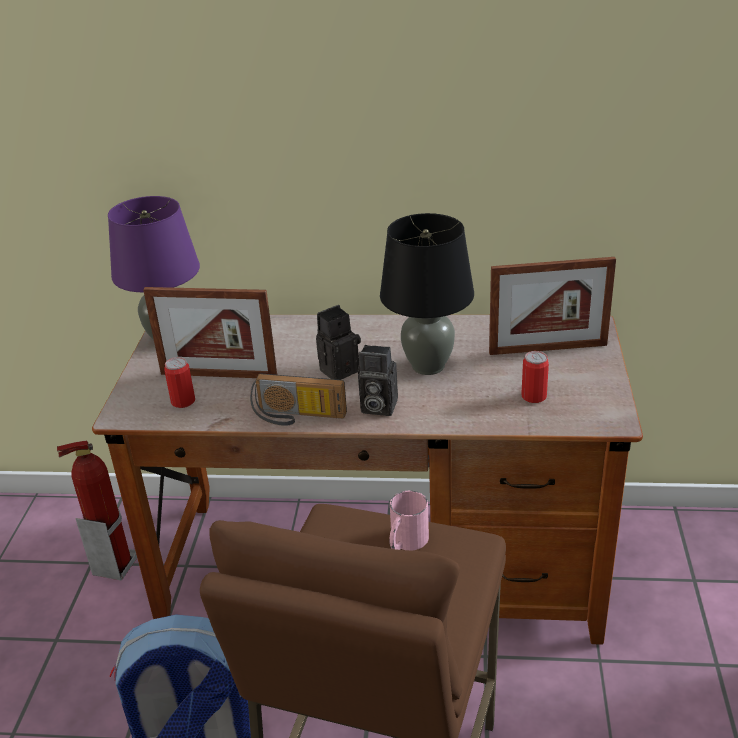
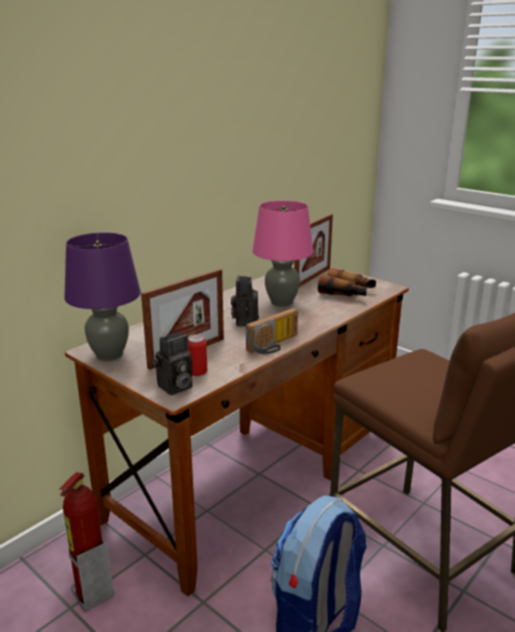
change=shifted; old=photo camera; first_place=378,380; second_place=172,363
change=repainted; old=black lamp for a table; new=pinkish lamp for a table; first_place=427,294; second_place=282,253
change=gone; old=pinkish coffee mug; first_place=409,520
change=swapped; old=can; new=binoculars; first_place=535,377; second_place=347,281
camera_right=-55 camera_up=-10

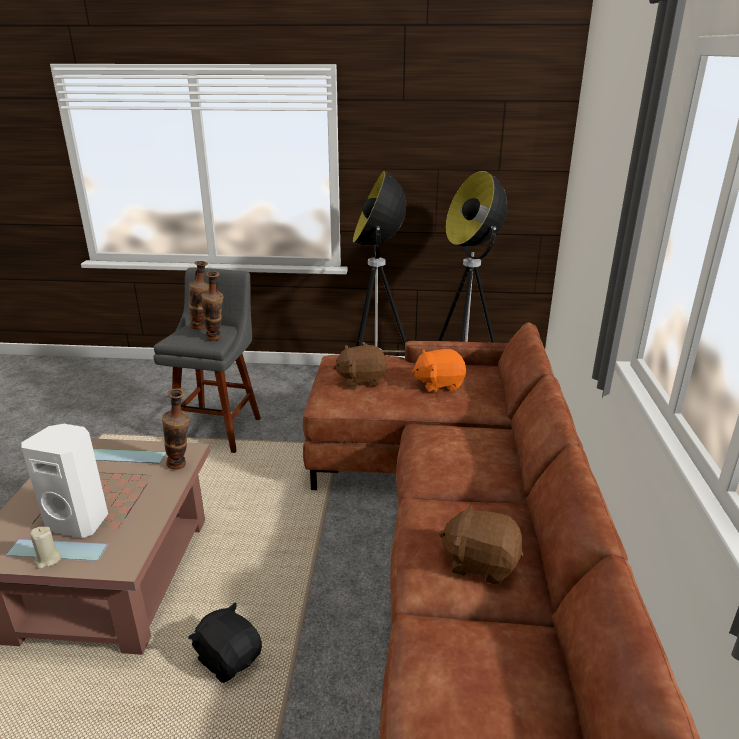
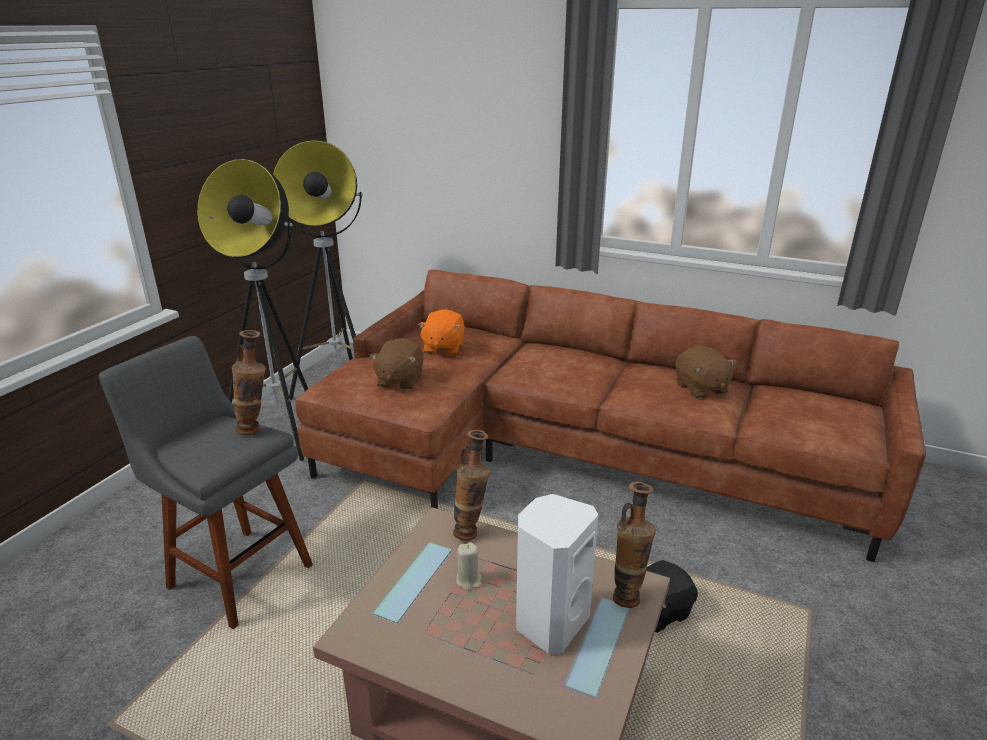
change=shifted; old=sand-coloured wax light; first_place=45,548; second_place=469,566
change=shifted; old=flower vase; first_place=199,295; second_place=634,545
change=rotated; old=brownish soft toy; first_place=481,543; second_place=706,372; degrees=-60
camera_right=-70 camera_up=0

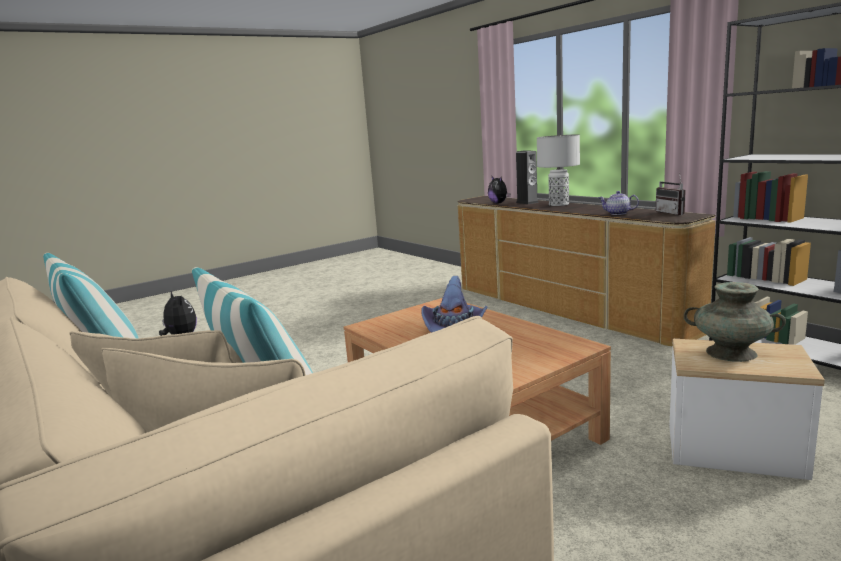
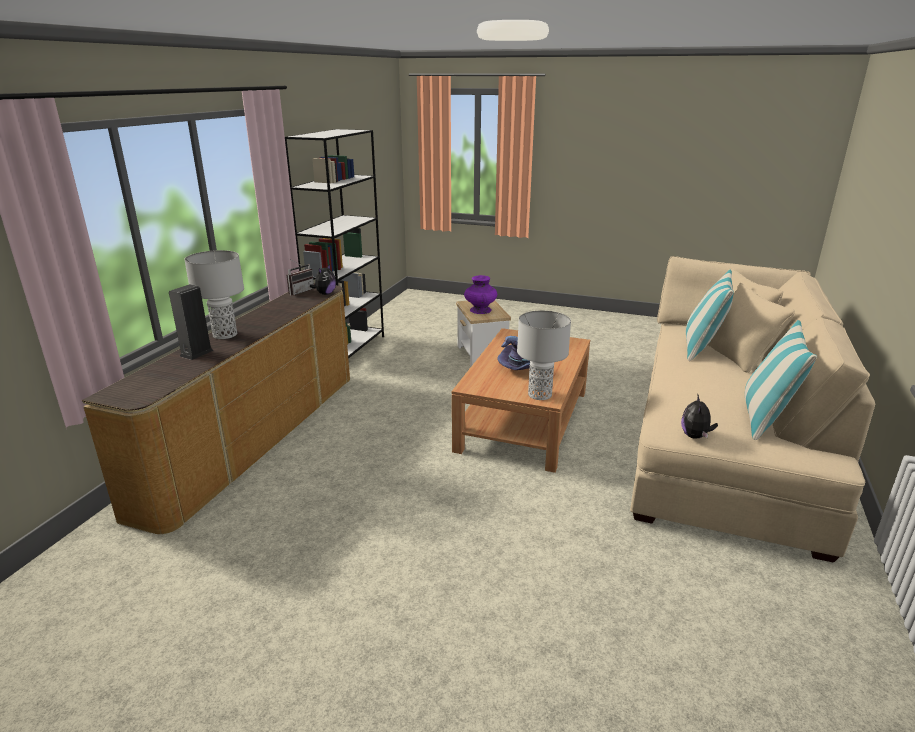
change=shifted; old=soft toy; first_place=499,190; second_place=323,279
change=gone; old=teapot; first_place=618,203
change=repainted; old=turquoise-coloured flower vase; new=purple-coloured flower vase; first_place=735,322; second_place=480,294
change=new; new=whitish lamp for a table; second_place=544,355
camera_right=-125 camera_up=10

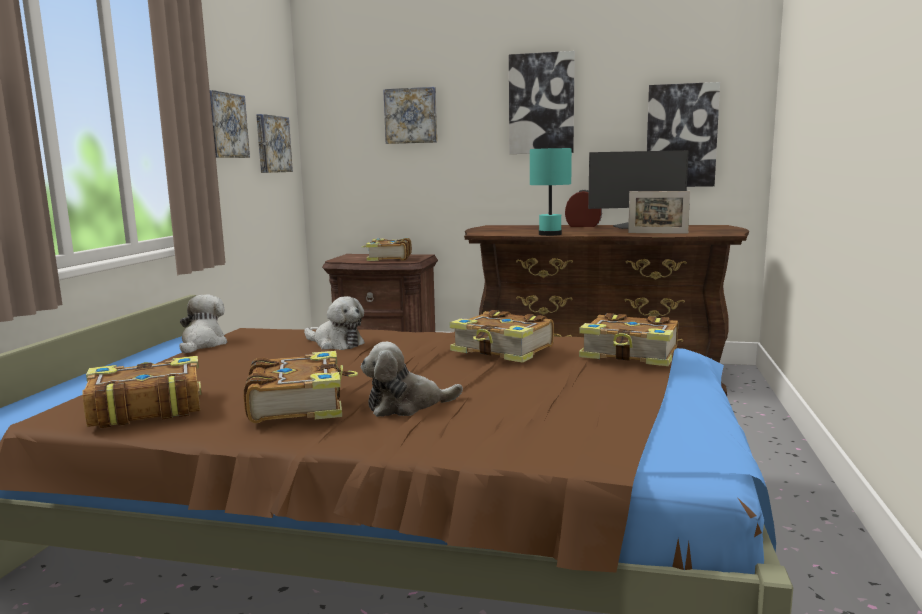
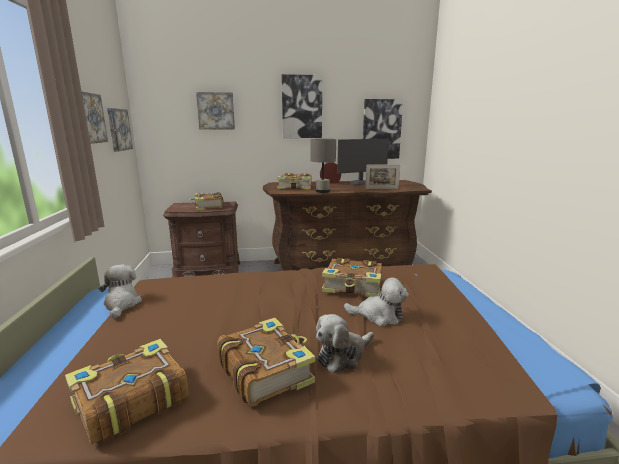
change=shifted; old=soft toy; first_place=334,323; second_place=376,301
change=repainted; old=turquoise-coloured lamp for a table; new=greyish lamp for a table; first_place=551,192; second_place=323,165
change=shifted; old=book; first_place=628,339; second_place=294,181
camera_right=-20 camera_up=5

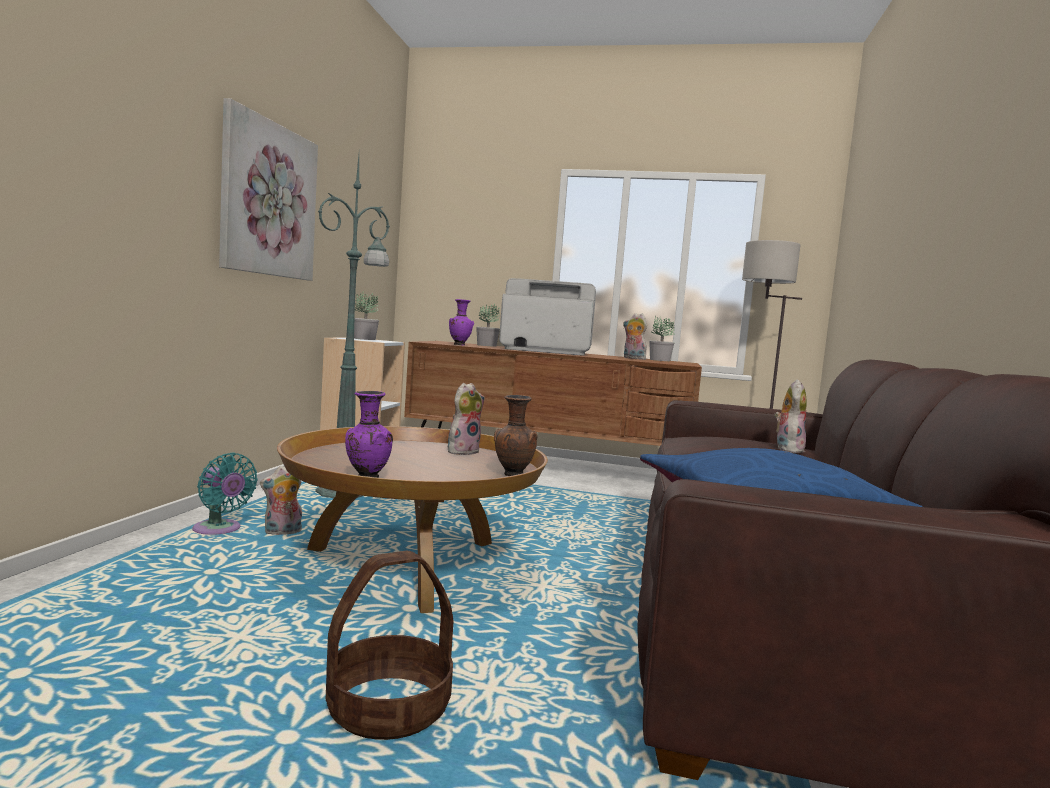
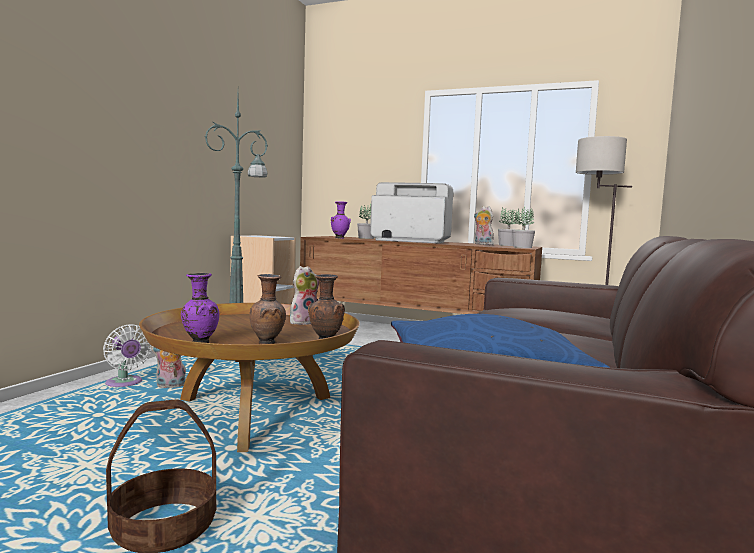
change=repainted; old=turquoise-coloured fan; new=whitish fan; first_place=225,494; second_place=127,355
change=gone; old=wall art; first_place=268,189
change=shifted; old=houseplant; first_place=366,315; second_place=523,227
change=gone; old=soft toy; first_place=790,416
change=new; new=brownish flower vase; second_place=267,309
camera_right=10 camera_up=0

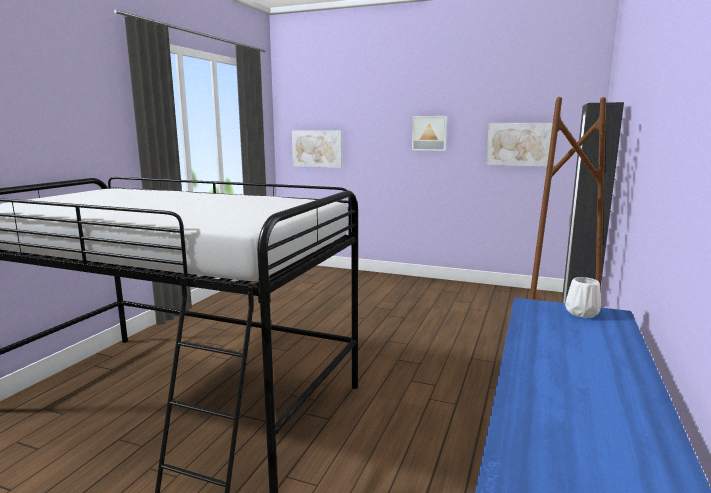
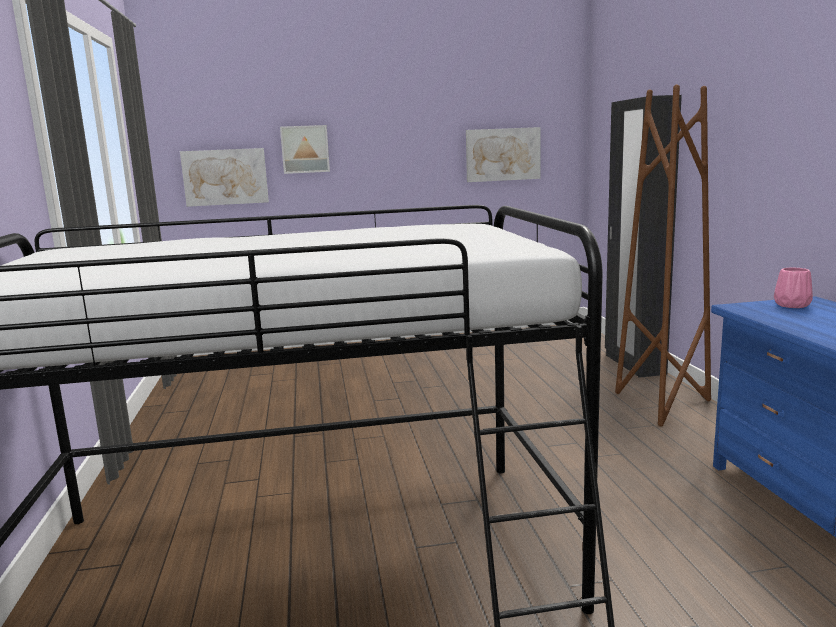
change=shifted; old=wall art; first_place=429,133; second_place=305,149
change=repainted; old=whitish flower vase; new=pinkish flower vase; first_place=583,297; second_place=793,288
camera_right=-30 camera_up=0

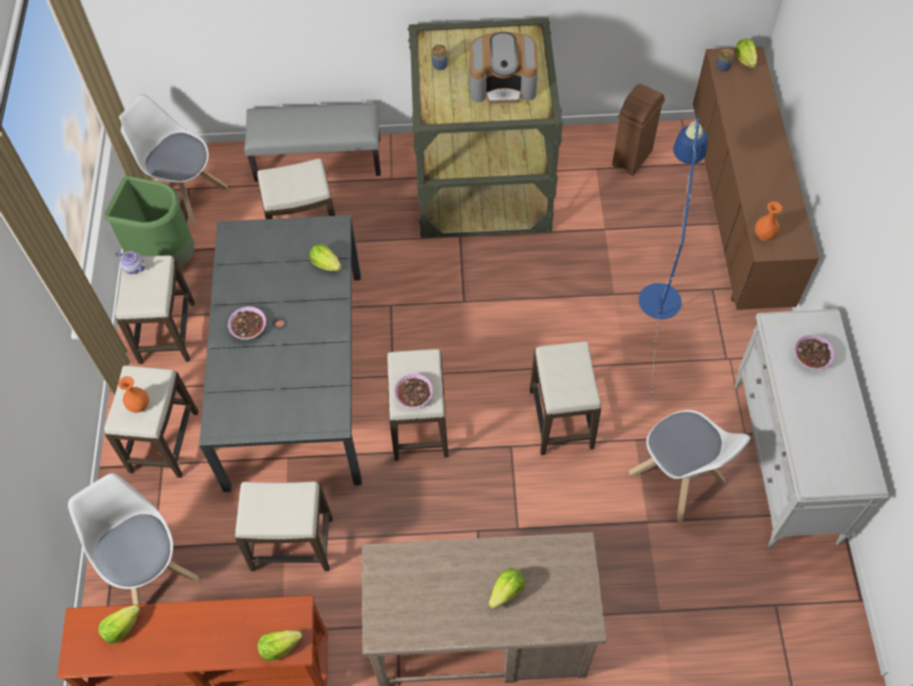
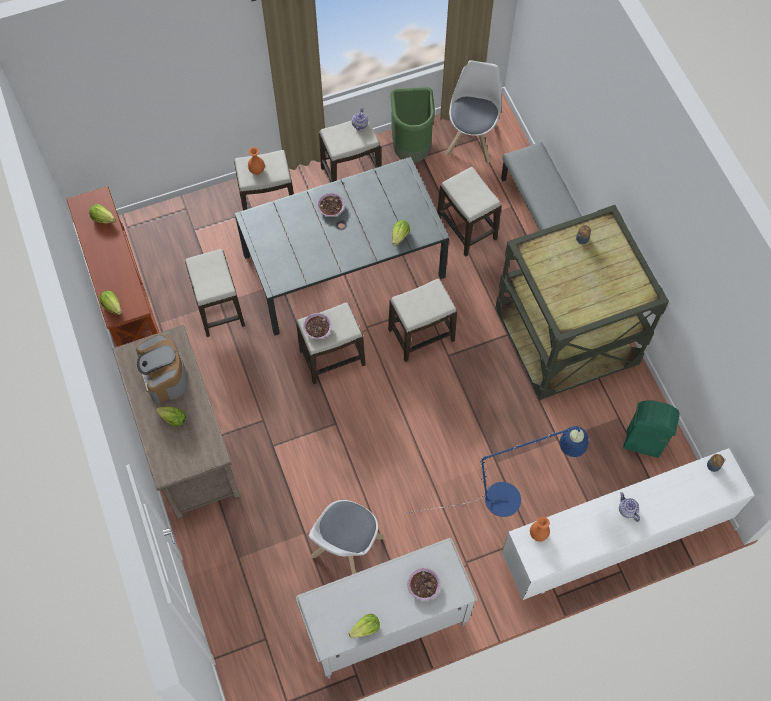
change=gone; old=upright chair; first_place=133,539
change=shifted; old=coffee maker; first_place=503,68; second_place=161,368
change=shifted; old=stool seat; first_place=565,398; second_place=422,320
change=repainted; old=brownish trash can; new=greenish trash can; first_place=638,130; second_place=651,429
change=repainted; old=brownish cabinet; new=whitish cabinet; first_place=756,178; second_place=628,524
change=shifted; old=head of lettuce; first_place=746,53; second_place=364,626
change=new; new=teapot; second_place=629,507
camera_right=70 camera_up=5

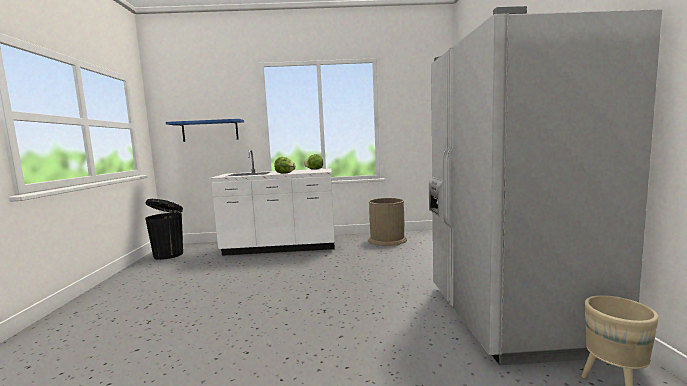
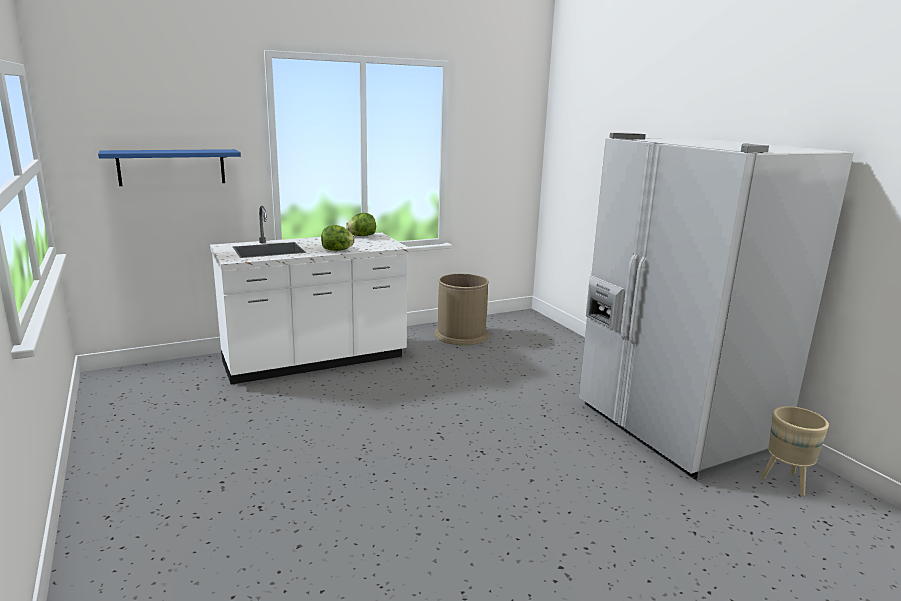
change=gone; old=black trash can; first_place=164,229
camera_right=-25 camera_up=10

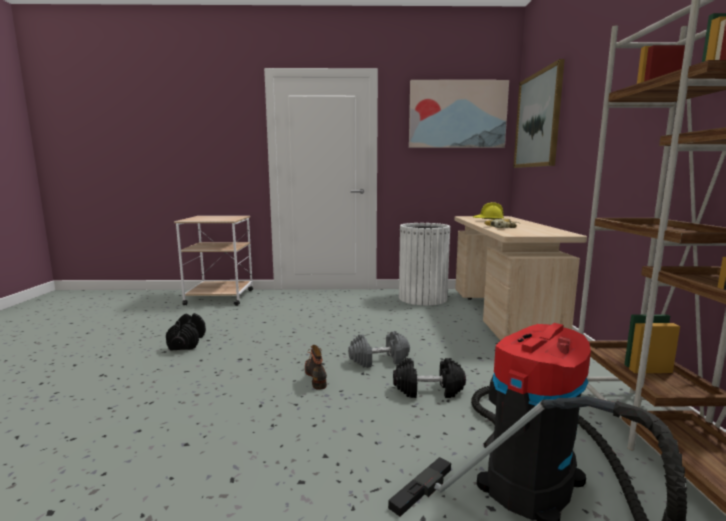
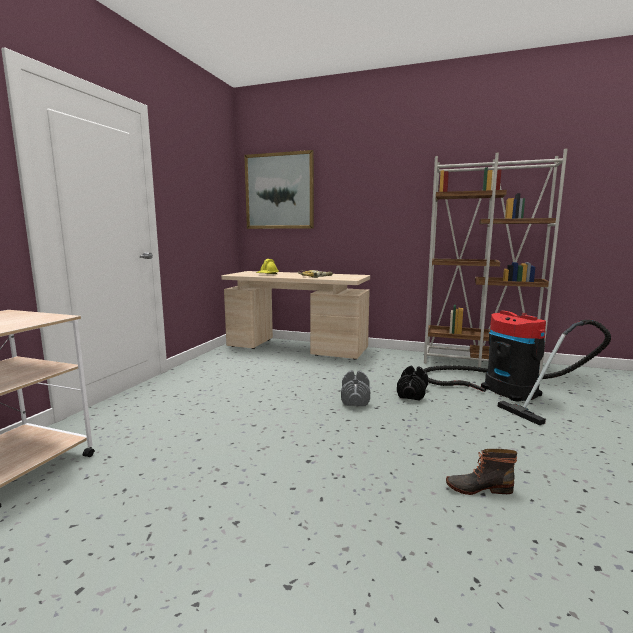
change=gone; old=black dumbbell; first_place=186,331
change=shifted; old=tall boot; first_place=316,367; second_place=482,472
change=gone; old=whitish trash can; first_place=425,264
change=gone; old=wall art; first_place=459,114
camera_right=-70 camera_up=0

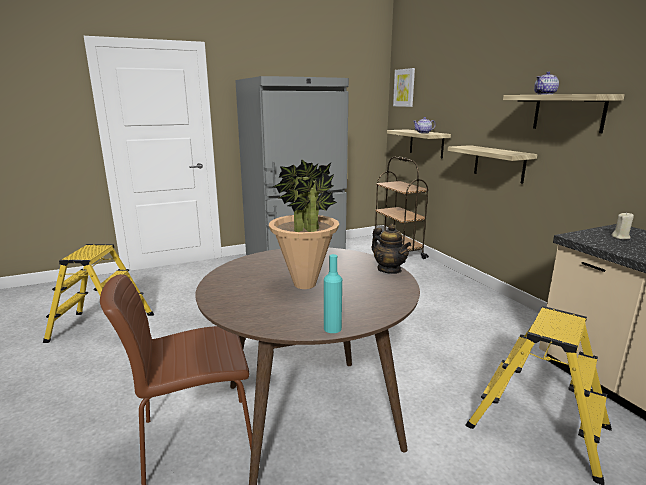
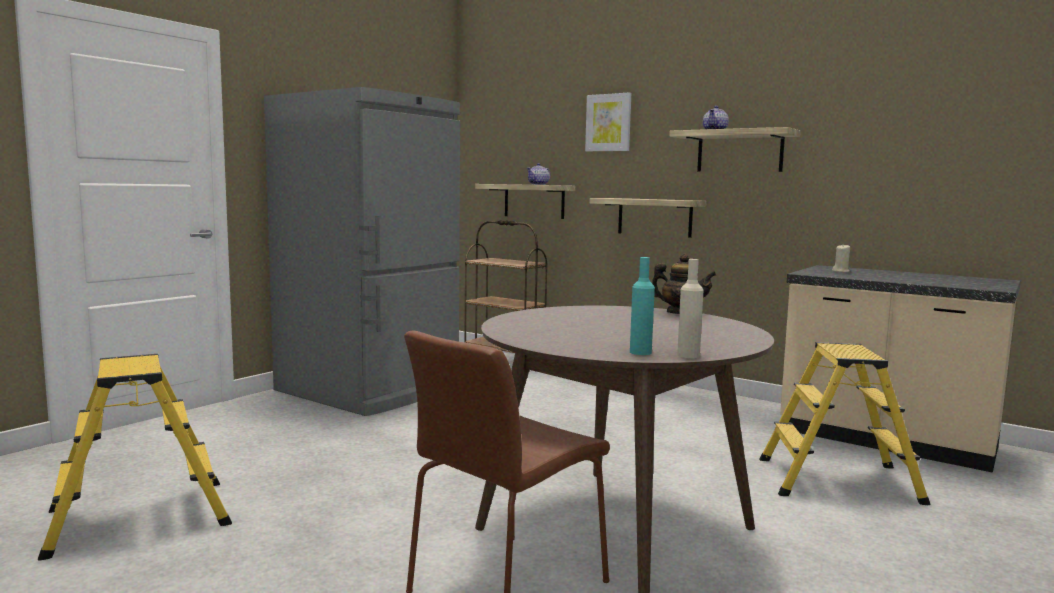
change=gone; old=houseplant; first_place=304,224
change=shifted; old=turquoise-coloured bottle; first_place=333,293; second_place=642,306
change=shifted; old=wall art; first_place=404,87; second_place=608,121
change=new; new=sand-coloured bottle; second_place=690,308
camera_right=-30 camera_up=-10

